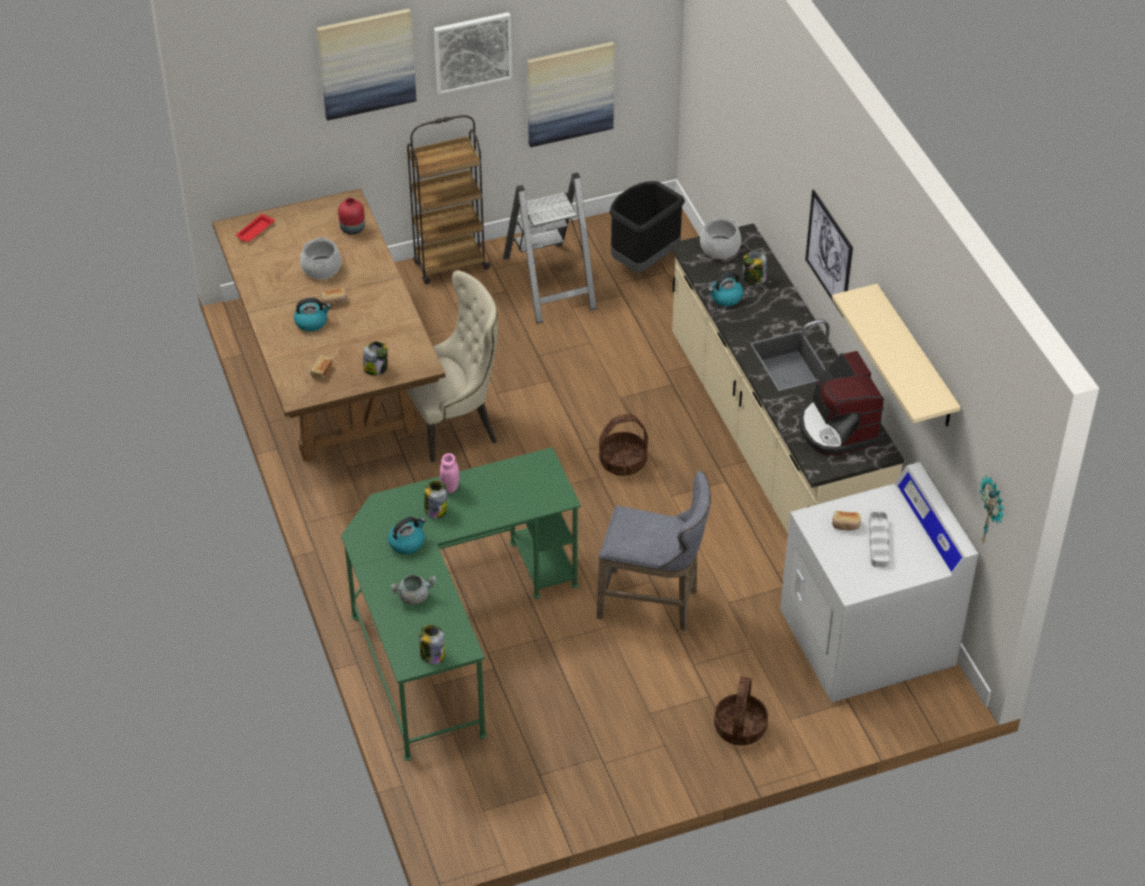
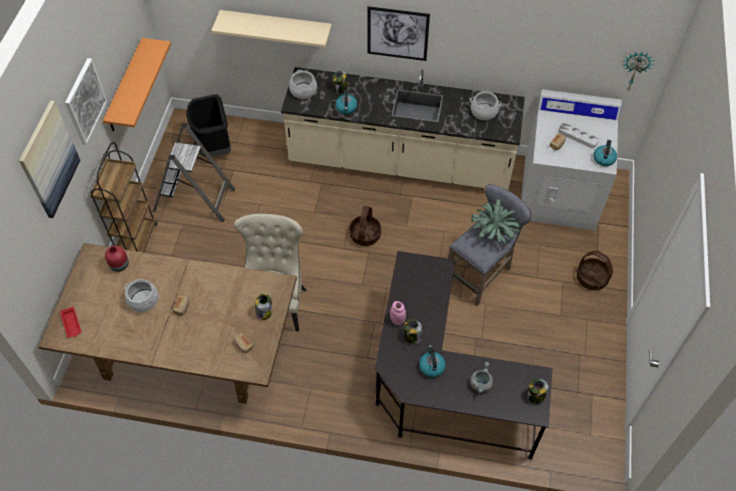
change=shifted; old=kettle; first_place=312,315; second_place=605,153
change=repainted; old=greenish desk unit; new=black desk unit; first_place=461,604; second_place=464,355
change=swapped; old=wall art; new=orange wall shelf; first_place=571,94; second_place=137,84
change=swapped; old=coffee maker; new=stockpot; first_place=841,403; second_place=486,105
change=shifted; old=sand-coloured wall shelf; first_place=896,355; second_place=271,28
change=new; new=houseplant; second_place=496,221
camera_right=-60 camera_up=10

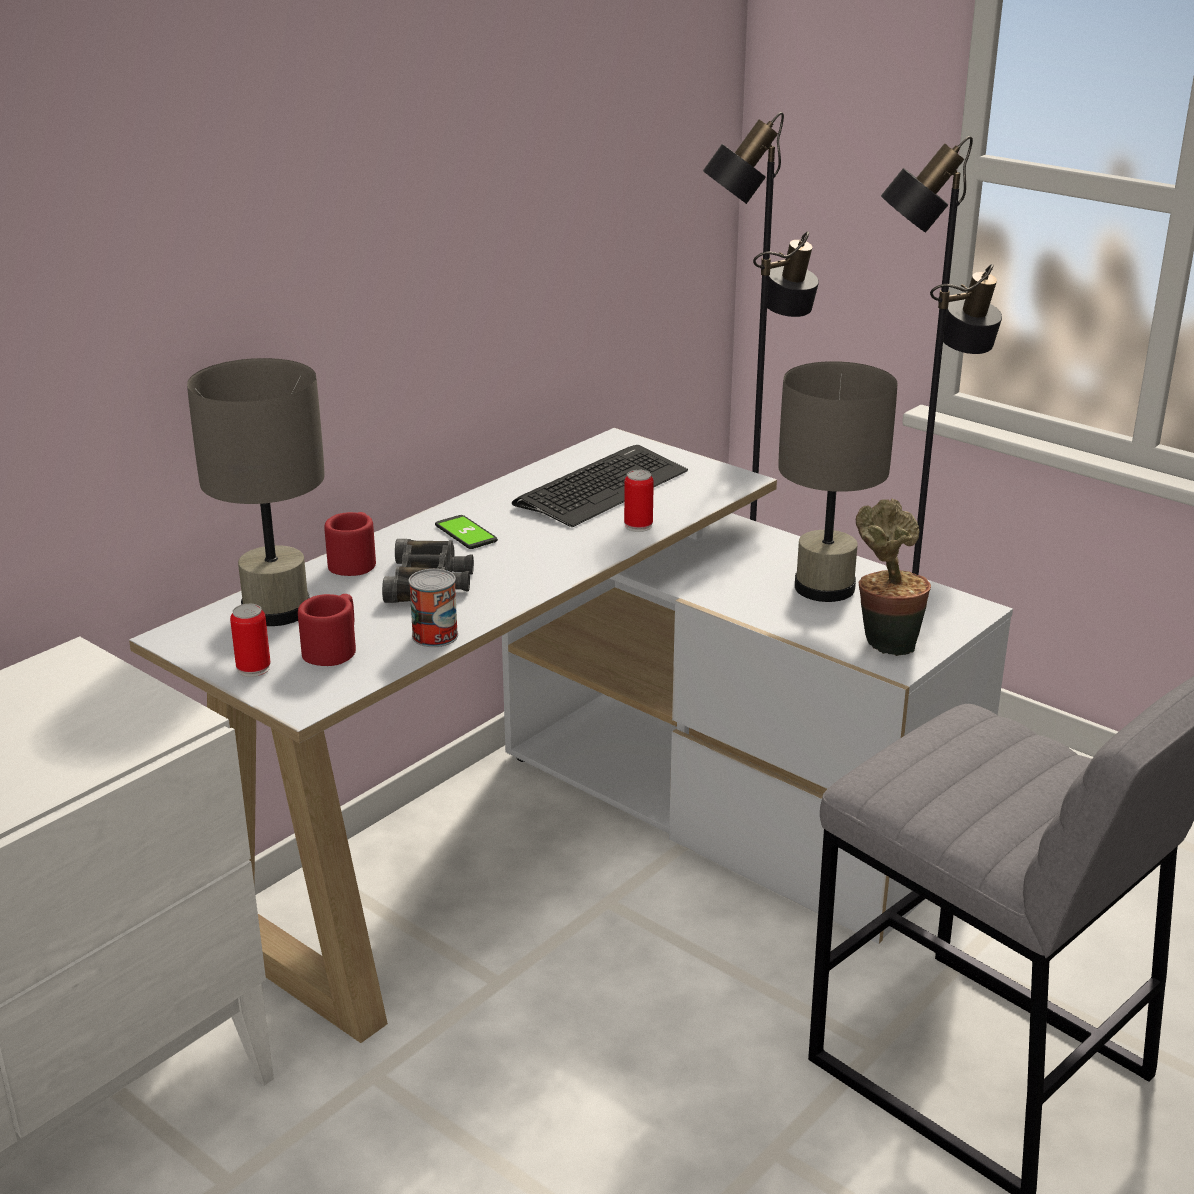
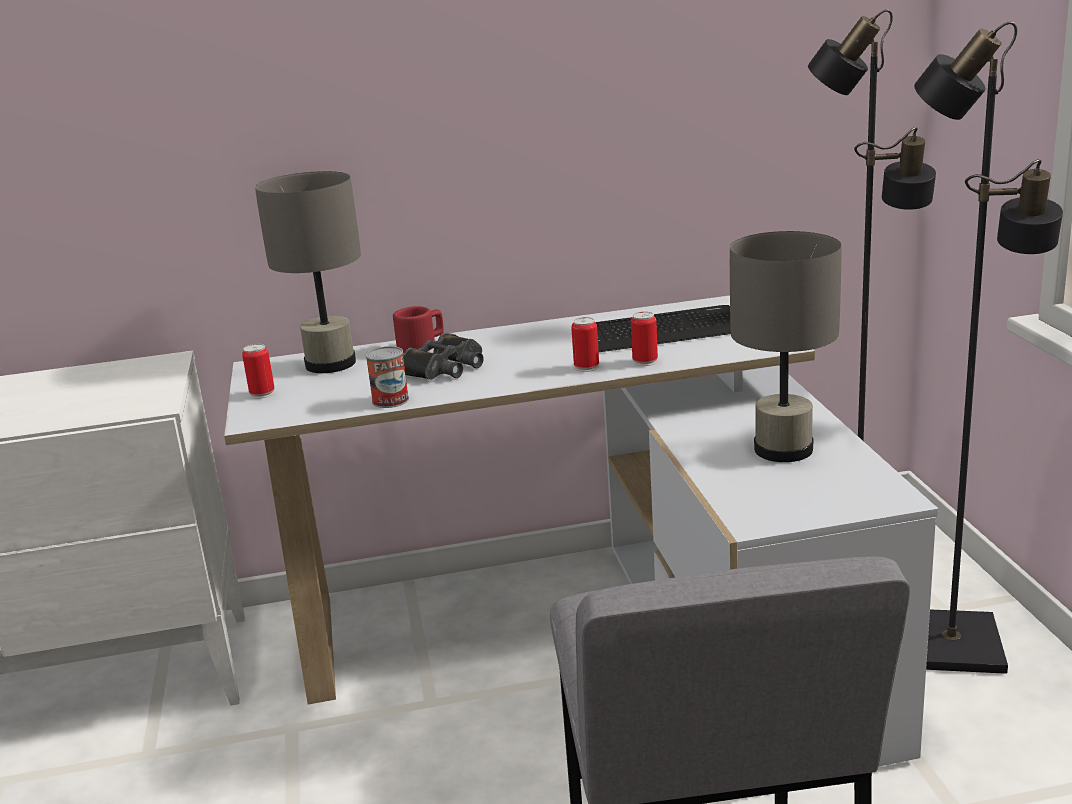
change=gone; old=red coffee mug; first_place=327,630
change=gone; old=handset; first_place=466,532
change=gone; old=houseplant; first_place=893,577
change=new; new=can; second_place=585,344
camera_right=40 camera_up=-5

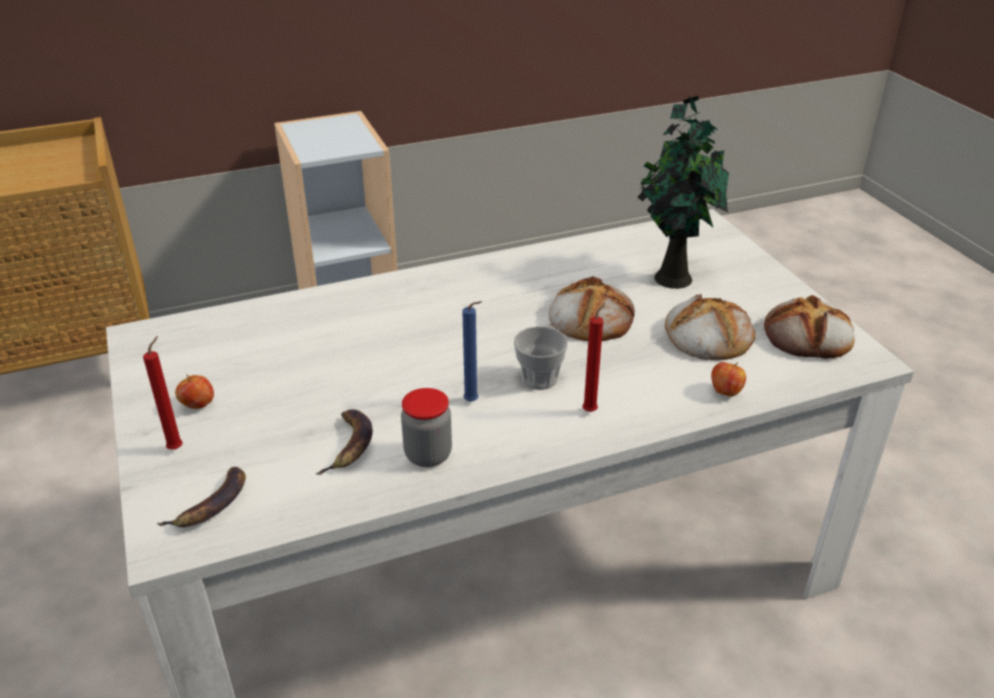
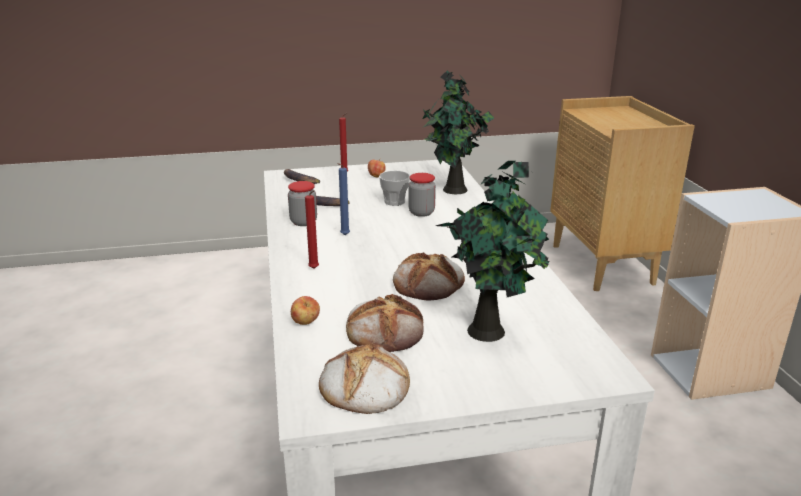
change=shifted; old=drinking cup; first_place=541,358; second_place=394,188
change=new; new=storage jar; second_place=422,195
change=new; new=houseplant; second_place=458,132
camera_right=100 camera_up=-10

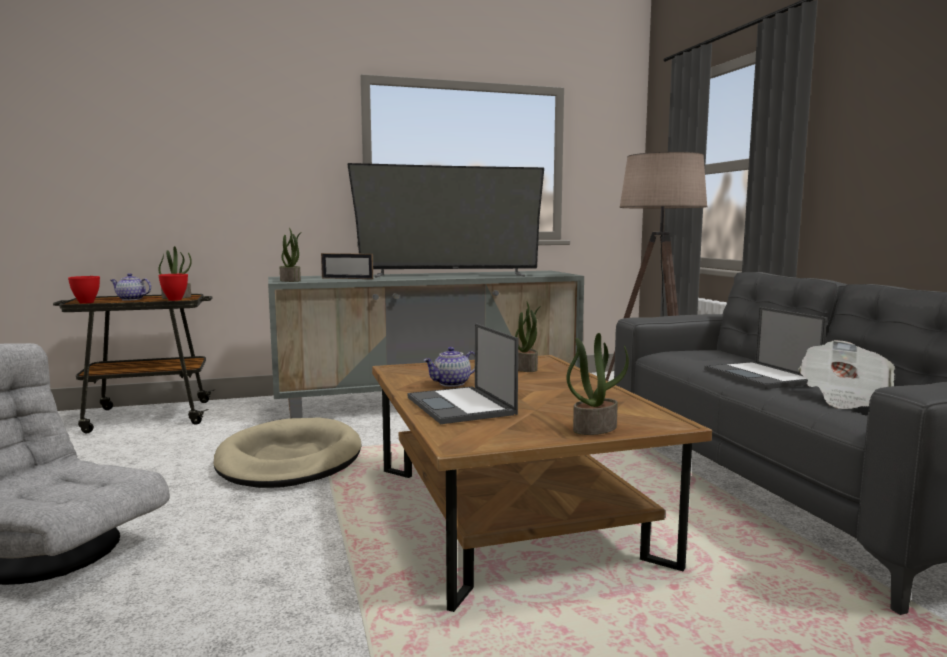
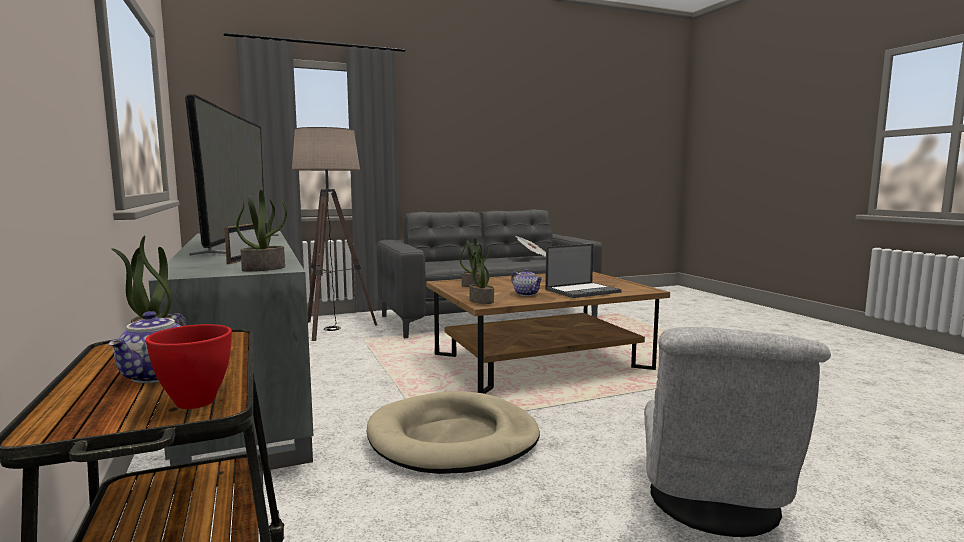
change=gone; old=red deep dish; first_place=173,287
change=shifted; old=houseplant; first_place=597,384; second_place=482,275
change=gone; old=portable computer; first_place=765,348
camera_right=-95 camera_up=0

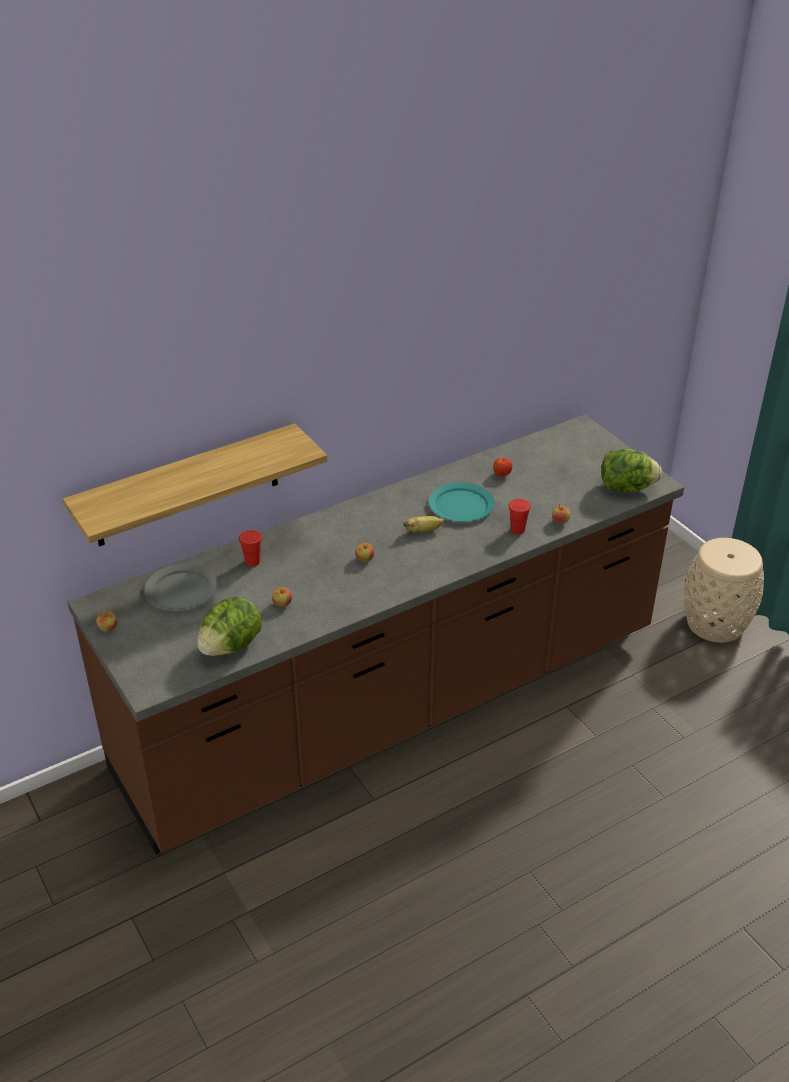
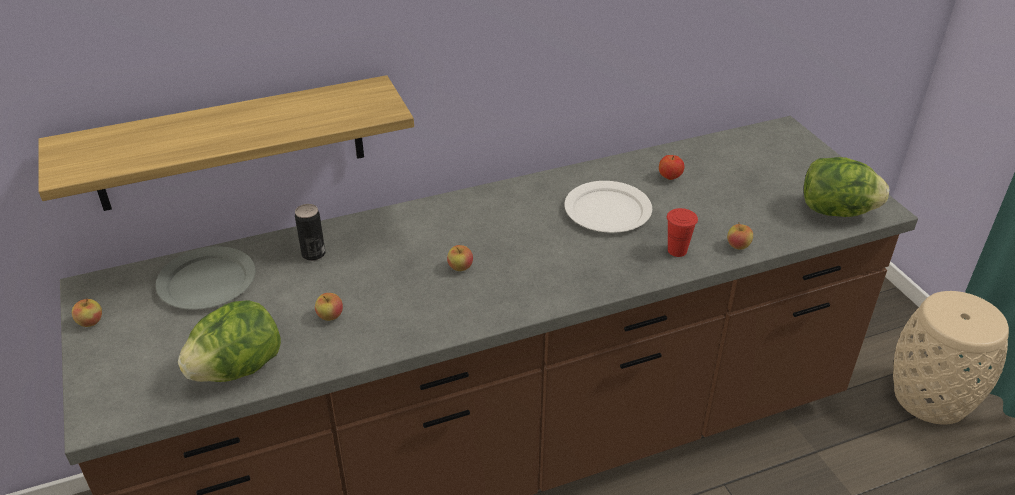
change=swapped; old=red drinking cup; new=can; first_place=250,548; second_place=310,232
change=gone; old=banana fruit; first_place=424,524
change=repainted; old=turquoise-coloured dinner plate; new=whitish dinner plate; first_place=462,502; second_place=608,207
camera_right=10 camera_up=0

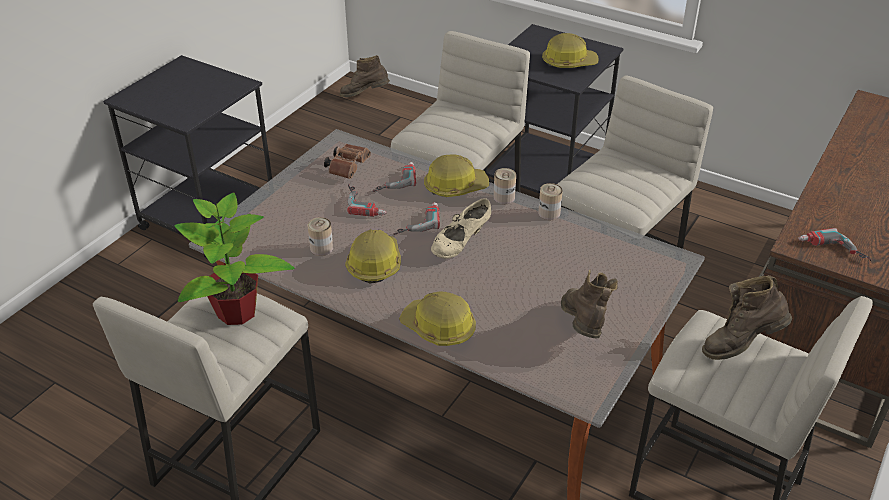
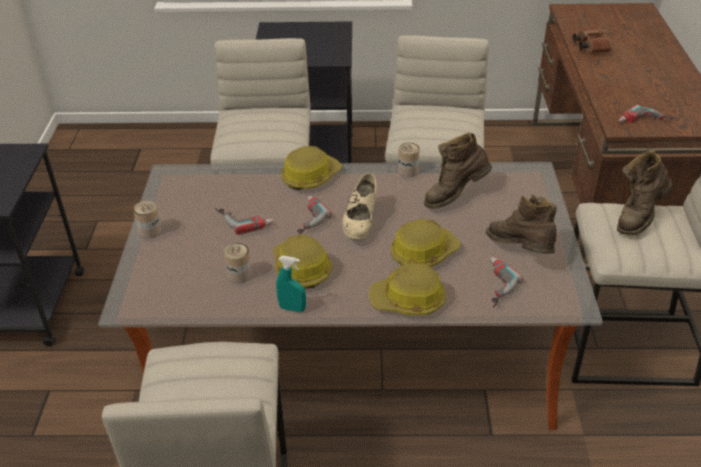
change=gone; old=houseplant; first_place=234,259
change=shifted; old=brownish binoculars; first_place=347,161; second_place=592,40
change=shifted; old=brownish tall boot; first_place=365,76; second_place=458,170
change=shifted; old=electric drill; first_place=394,177; second_place=506,282
change=shifted; old=can; first_place=504,186; second_place=147,220
change=shifted; old=work helmet; first_place=570,50; second_place=425,243
change=new; new=turquoise-coloured sprayer; second_place=291,284
camera_right=-30 camera_up=0

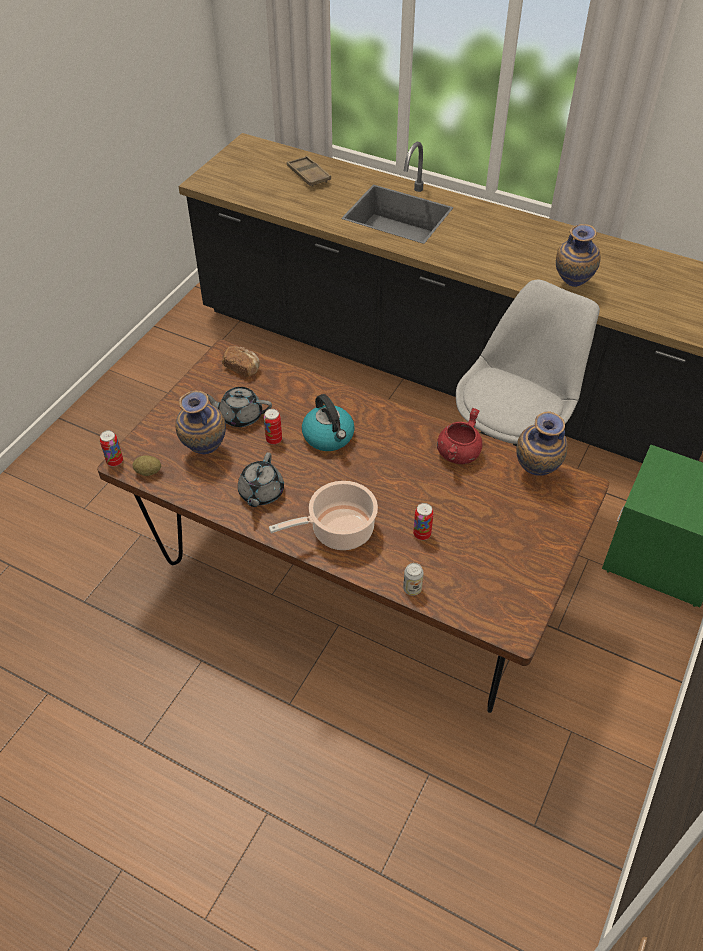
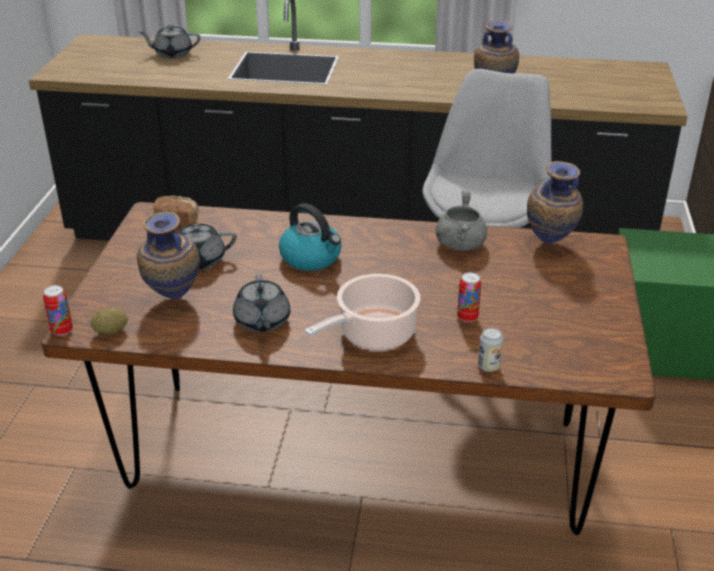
change=gone; old=can; first_place=273,427
change=swapped; old=brownish tray; new=greyish teapot; first_place=309,171; second_place=169,41
change=repainted; old=red stockpot; new=greyish stockpot; first_place=459,436; second_place=461,220
camera_right=-20 camera_up=-15

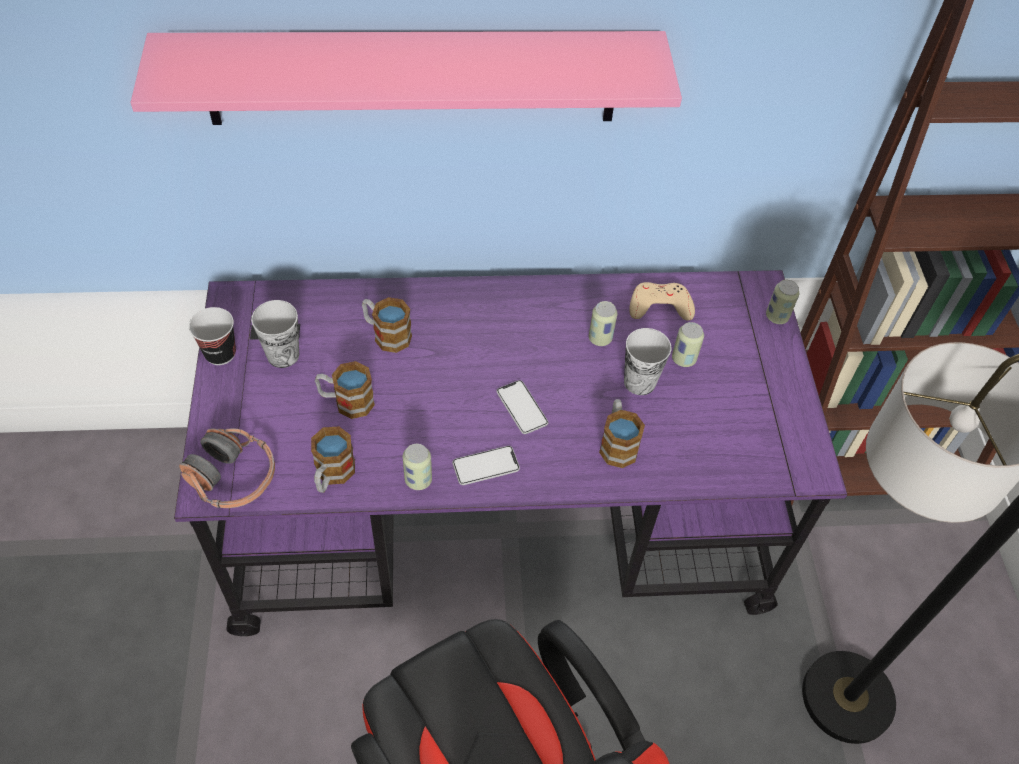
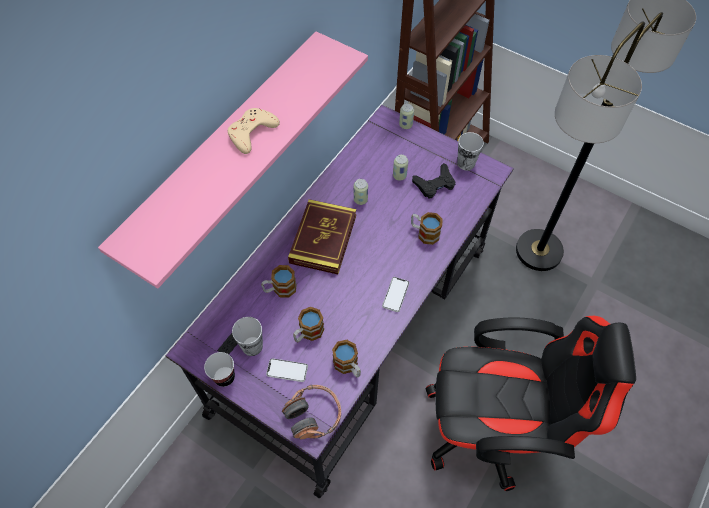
change=gone; old=can; first_place=417,467
change=shifted; old=handset; first_place=522,407; second_place=287,370
change=shifted; old=drinking cup; first_place=647,361; second_place=470,151
change=shifted; old=sand-coloured gamepad; first_place=662,301; second_place=254,131
change=new; new=book; second_place=322,236
change=new; new=black gamepad; second_place=434,180
camera_right=-50 camera_up=5

